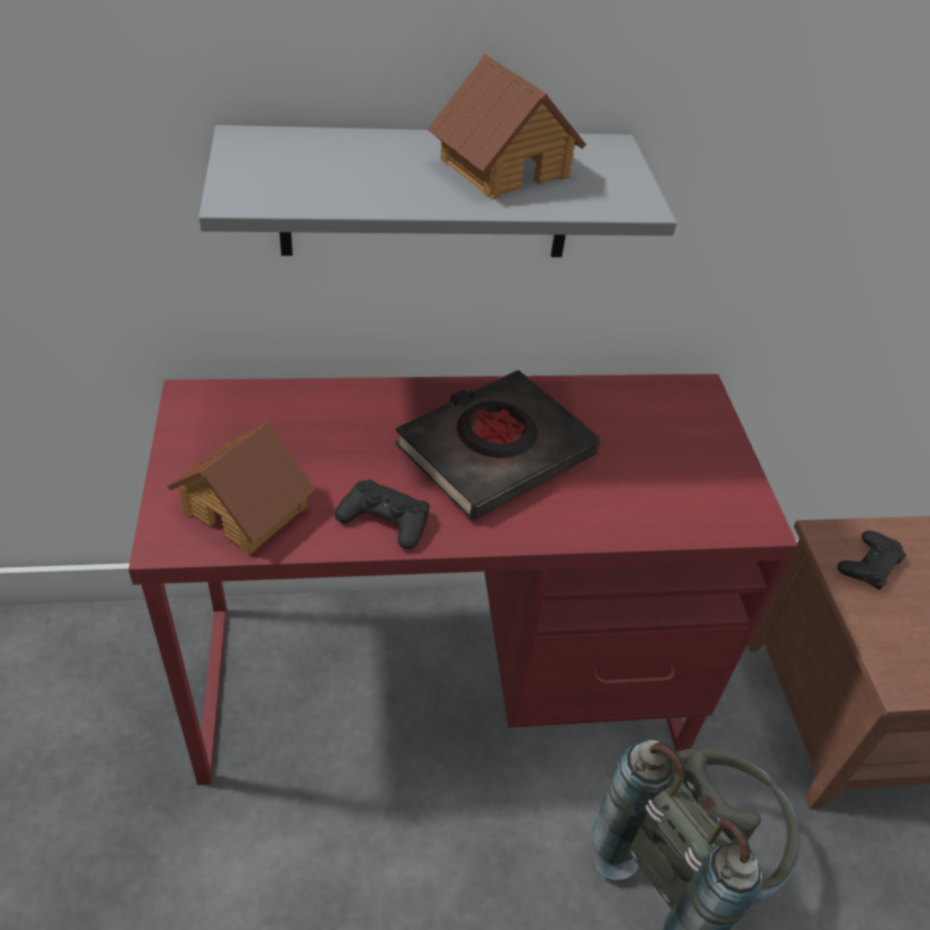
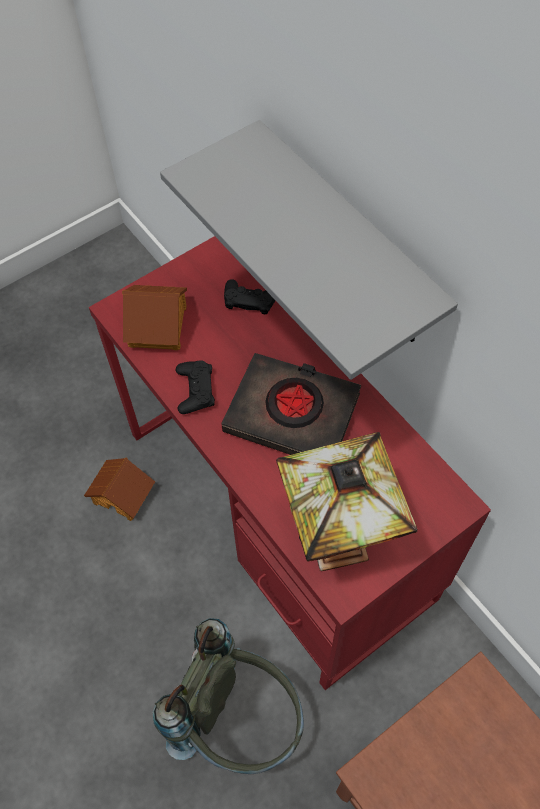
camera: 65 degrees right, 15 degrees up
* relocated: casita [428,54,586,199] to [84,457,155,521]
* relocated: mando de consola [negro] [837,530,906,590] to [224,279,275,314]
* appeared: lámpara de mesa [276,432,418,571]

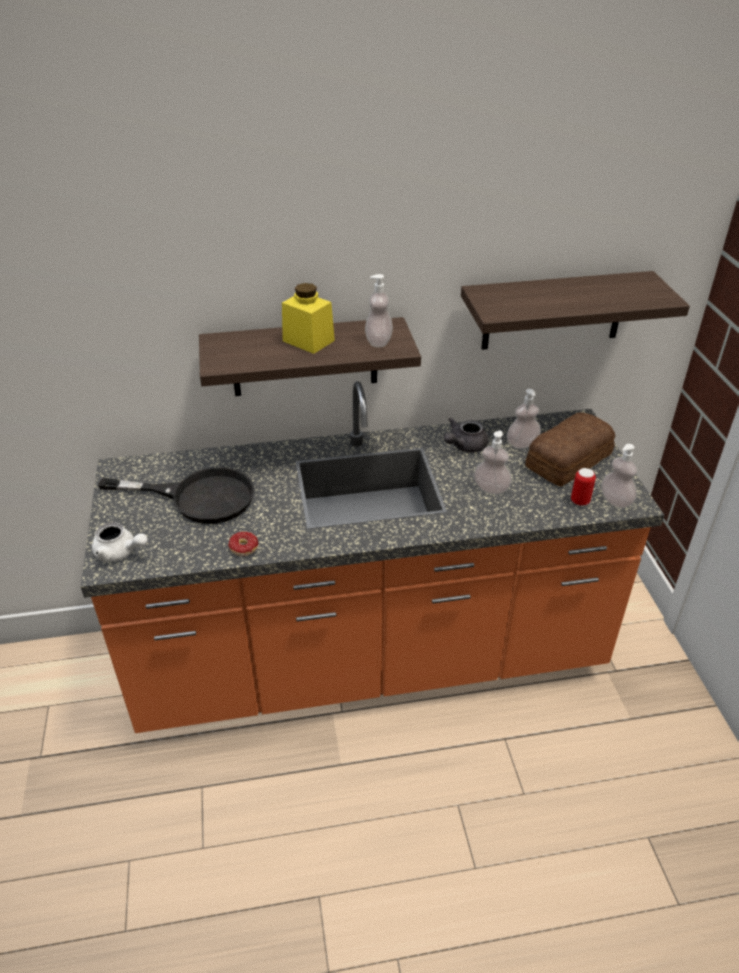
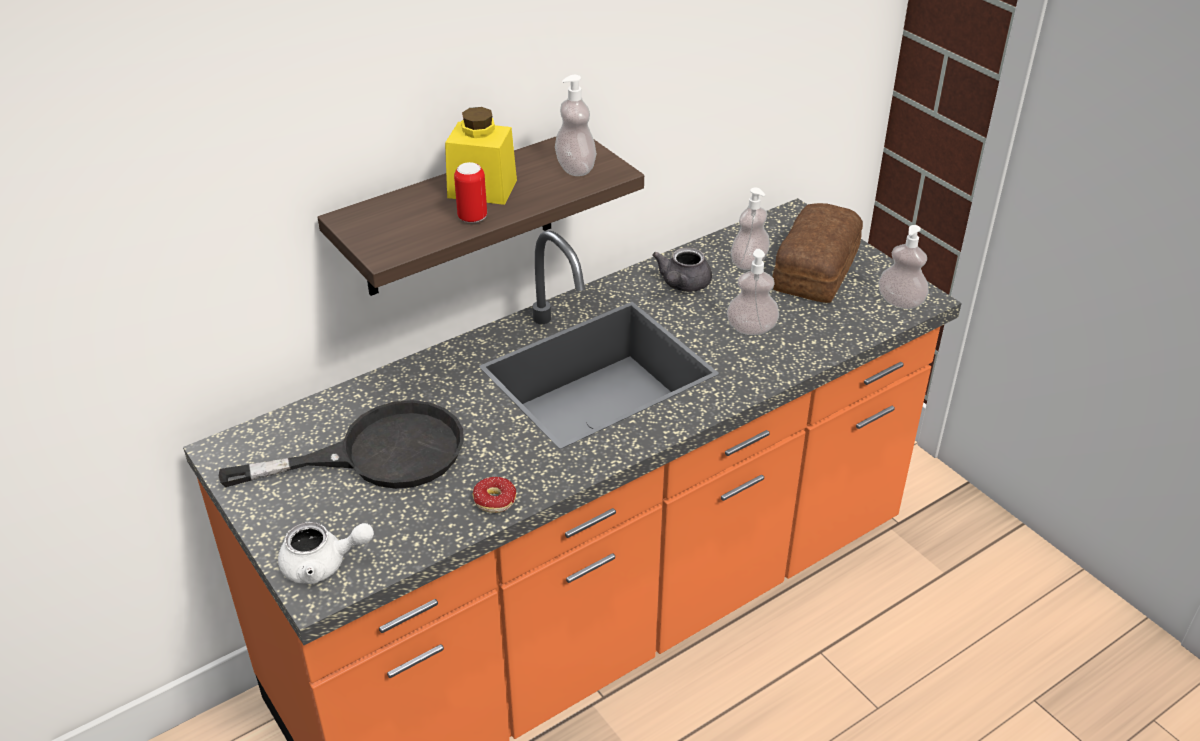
camera: 25 degrees left, 0 degrees up
* relocated: lata [571,468,596,506] to [454,162,487,223]
* missing: estante [461,271,690,350]

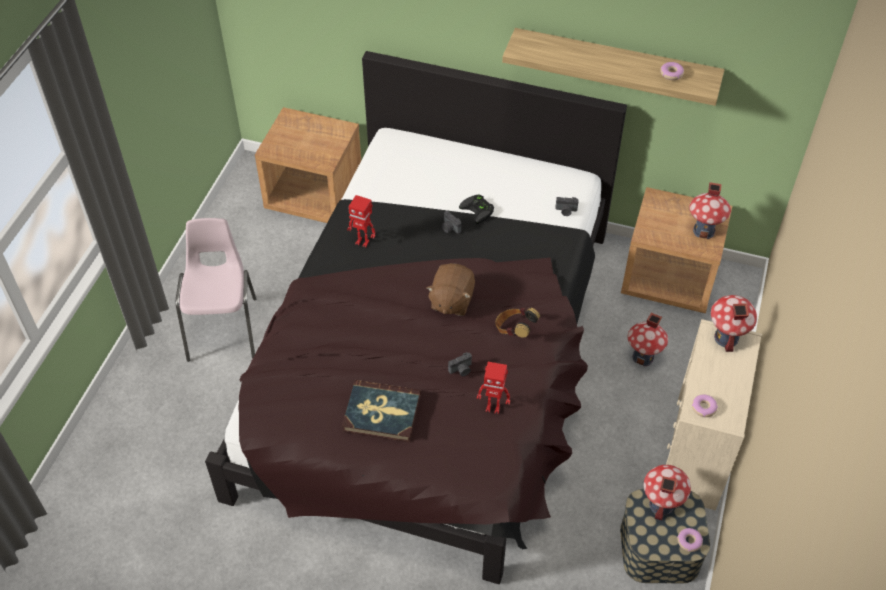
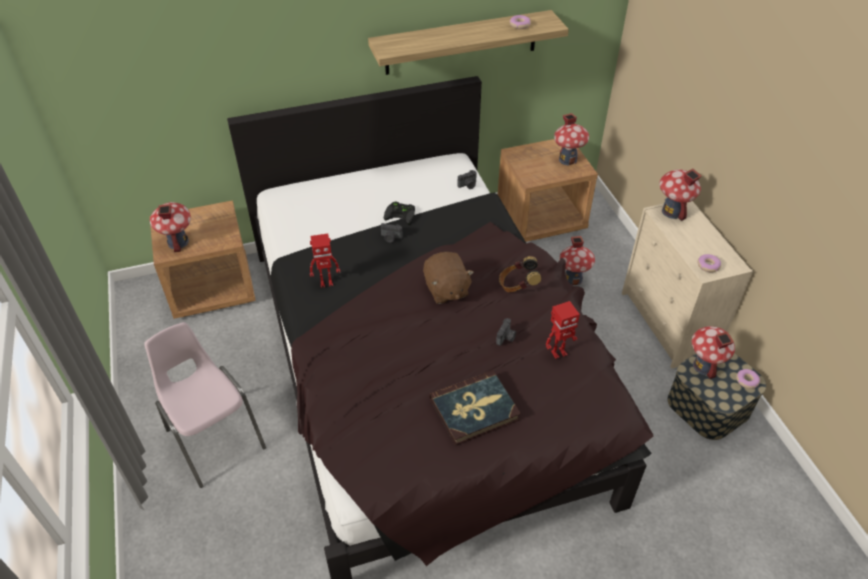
camera: 35 degrees left, 5 degrees down
* appeared: casita [150,202,191,252]

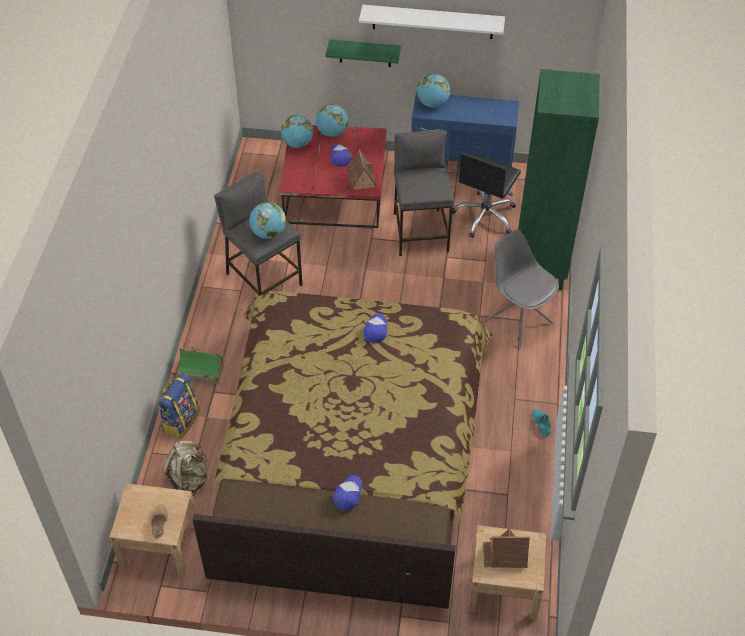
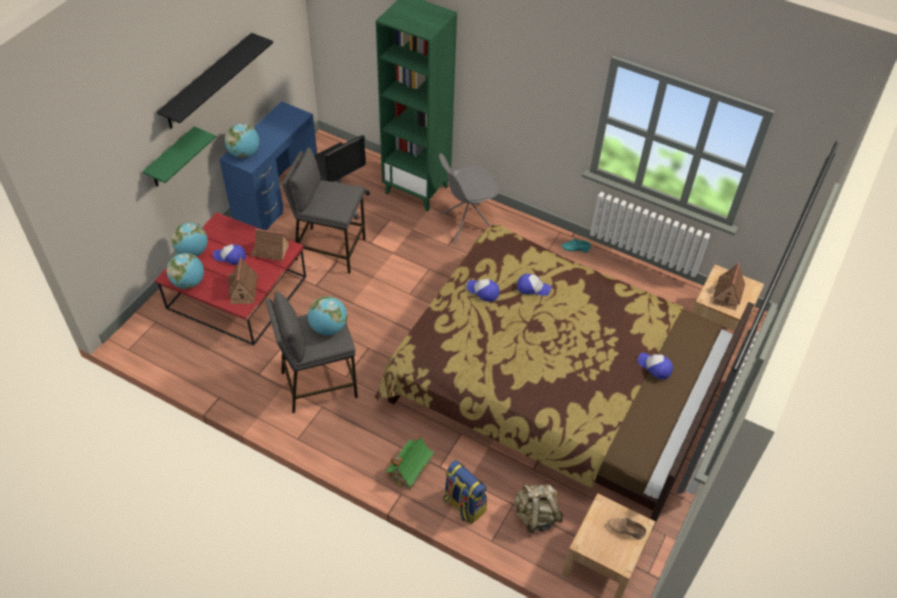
camera: 70 degrees left, 0 degrees up
* colour: estante [blanco] [359,5,505,39] to estante [negro] [157,33,273,129]
* appeared: casita [228,257,258,304]
* appeared: gorra [517,274,551,296]

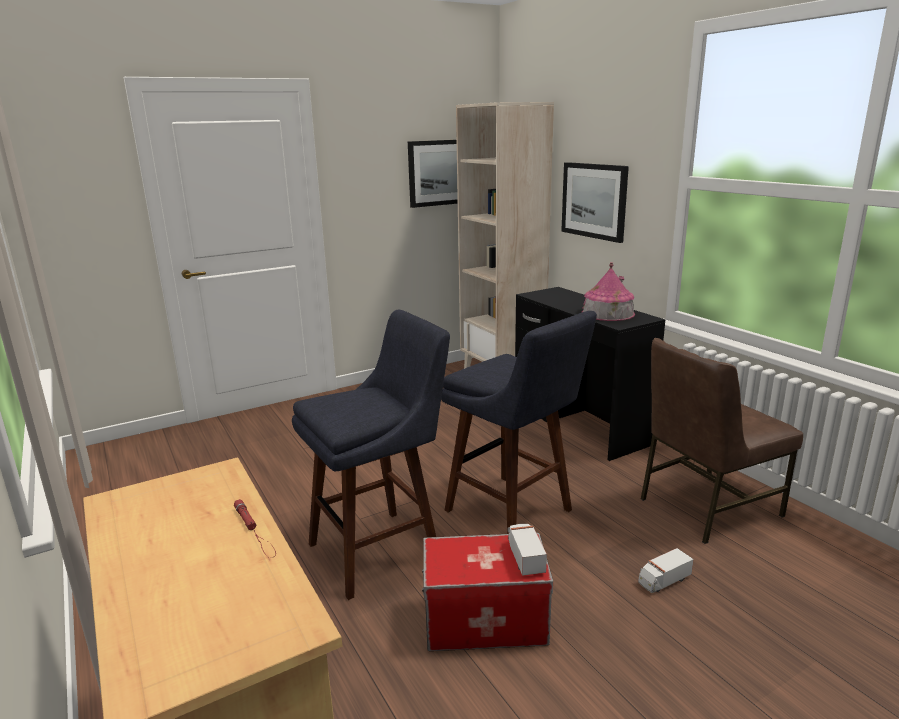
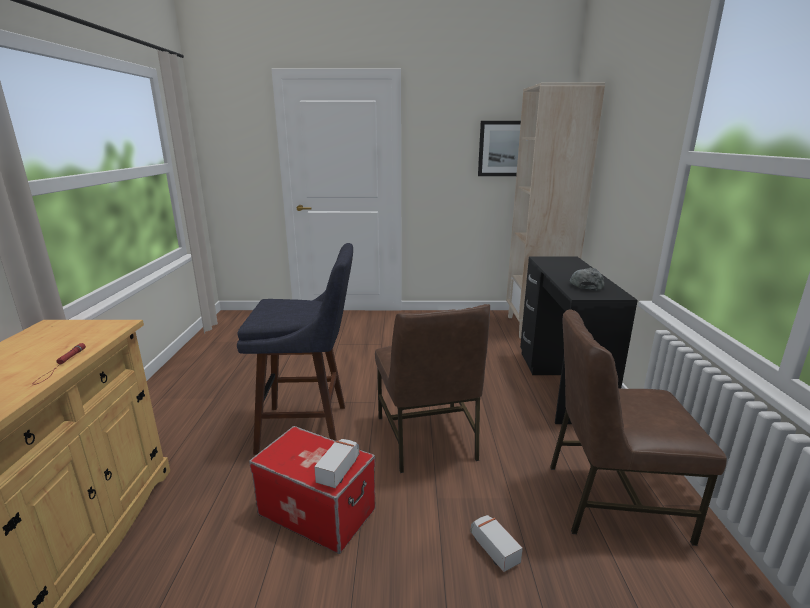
camera: 30 degrees right, 0 degrees up
* exchanged: taburete [azul] [441,311,597,534] to silla [marrón] [375,304,490,473]
* spun: camión de juguete [638,548,694,593] = [470,515,523,572] 60 degrees clockwise
* exchanged: casita [582,262,635,321] to gorra [gris] [570,268,604,291]
* missing: cuadro [561,162,629,243]

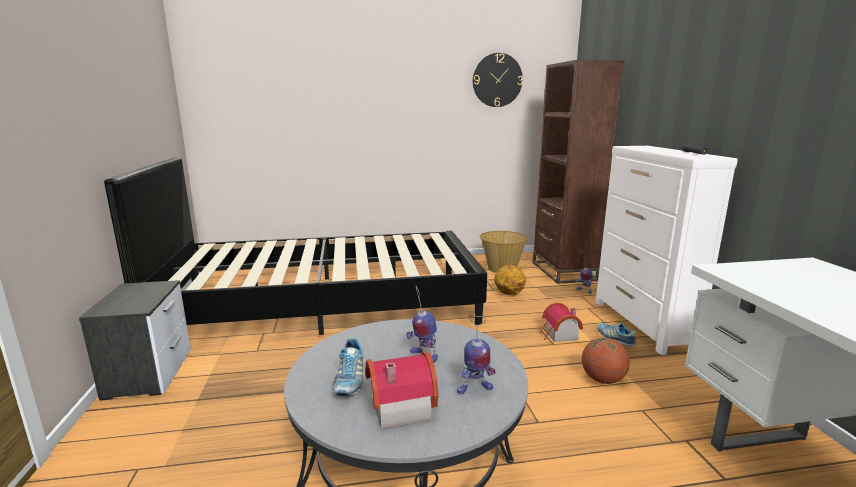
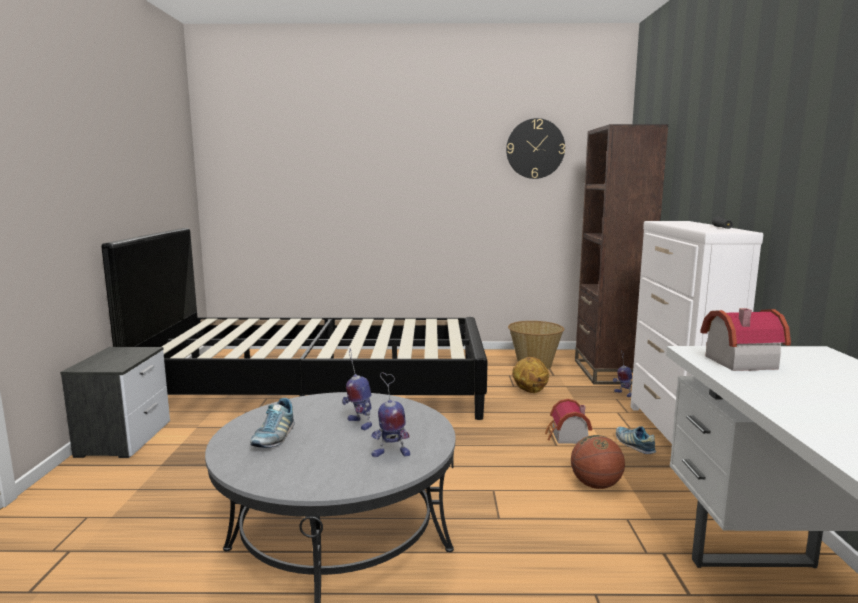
camera: 10 degrees right, 5 degrees down
* relocated: casita [365,351,439,429] to [700,308,791,371]

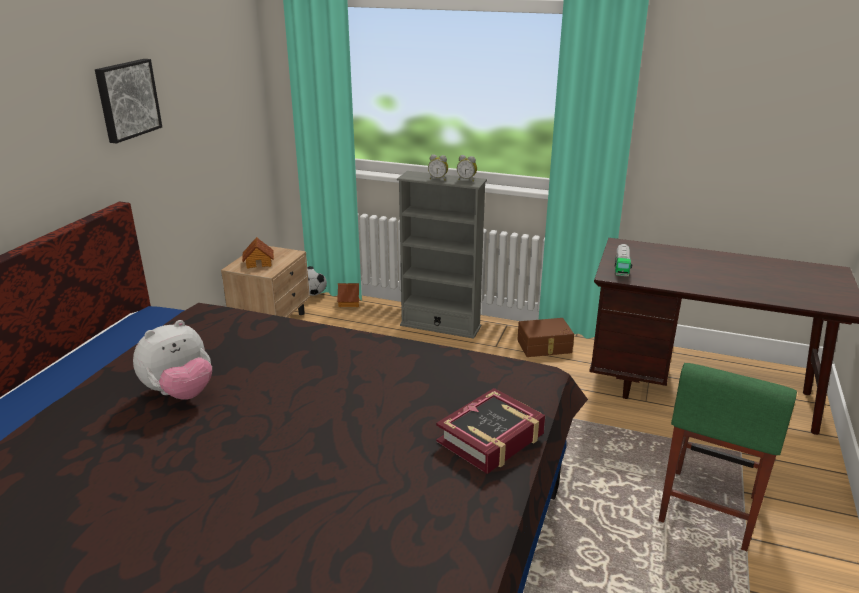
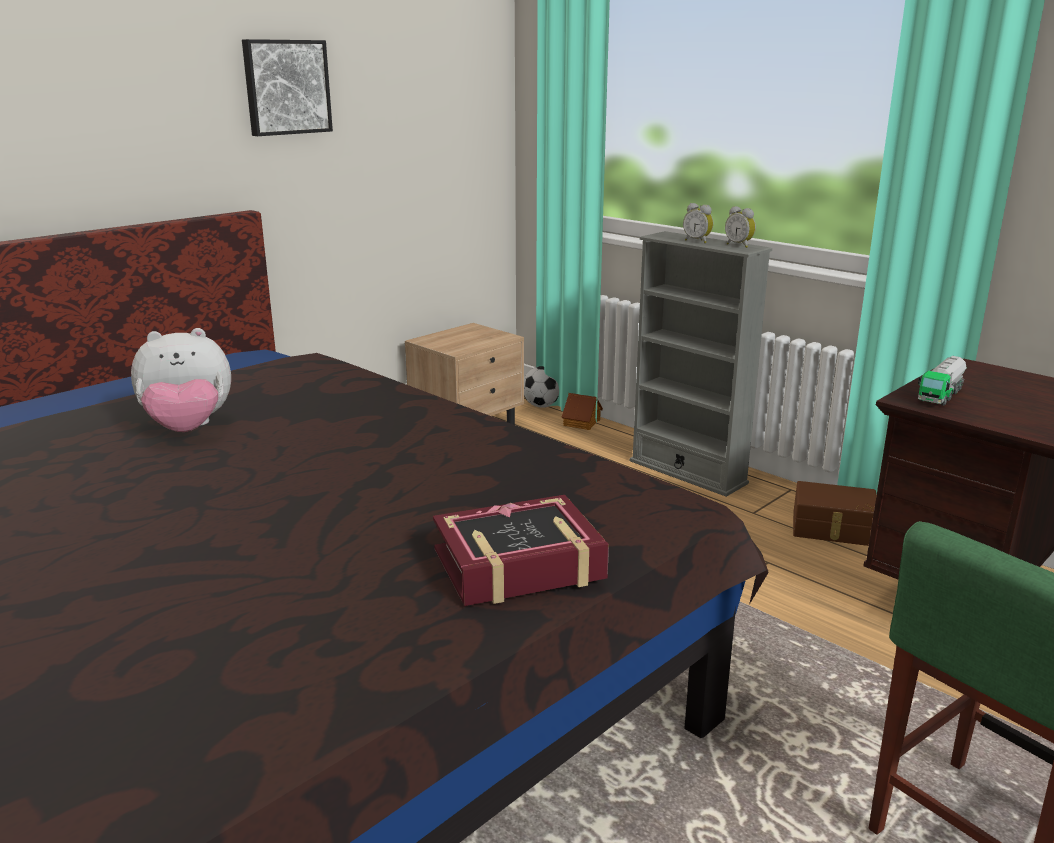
camera: 25 degrees right, 5 degrees down
* missing: casita [242,237,274,268]

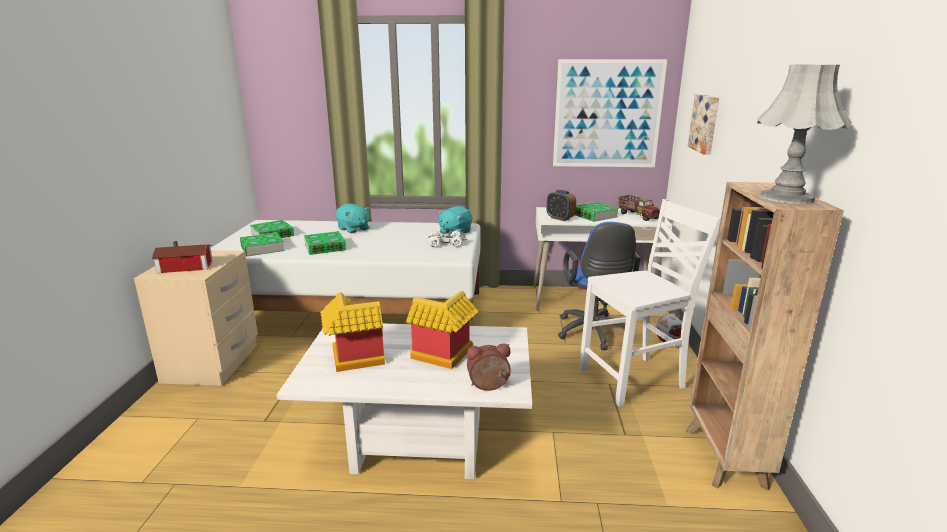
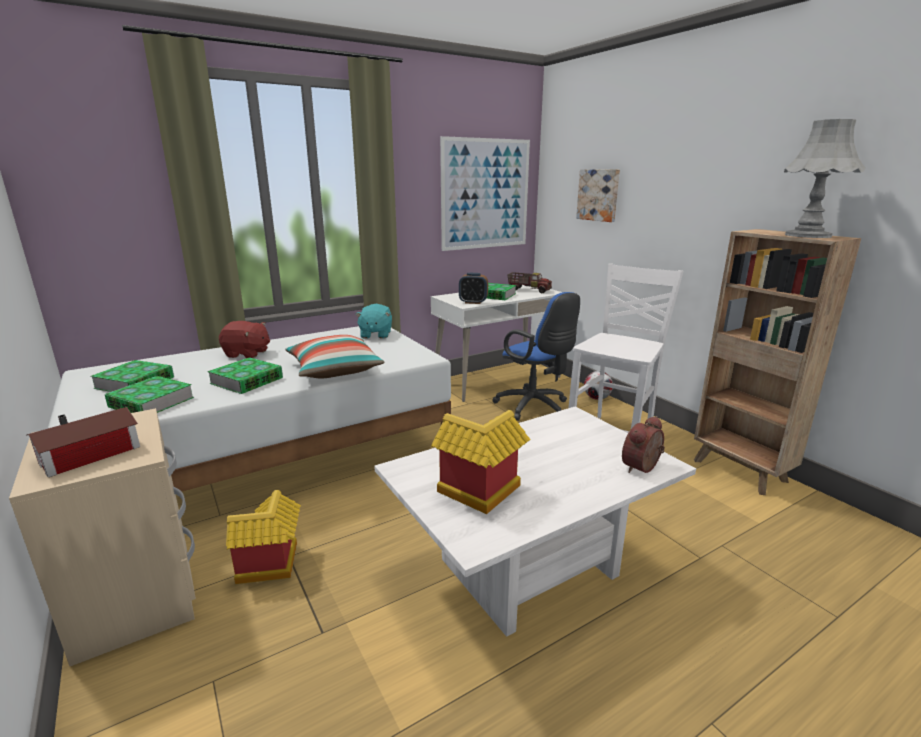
camera: 35 degrees left, 0 degrees up
* colour: peluche [turquesa] [336,204,370,233] to peluche [rojo] [219,321,270,358]
* relocated: casita [406,291,479,369] to [226,490,301,584]
* appeared: cojín [285,335,385,379]
* missing: coche de juguete [blanco] [428,230,467,247]

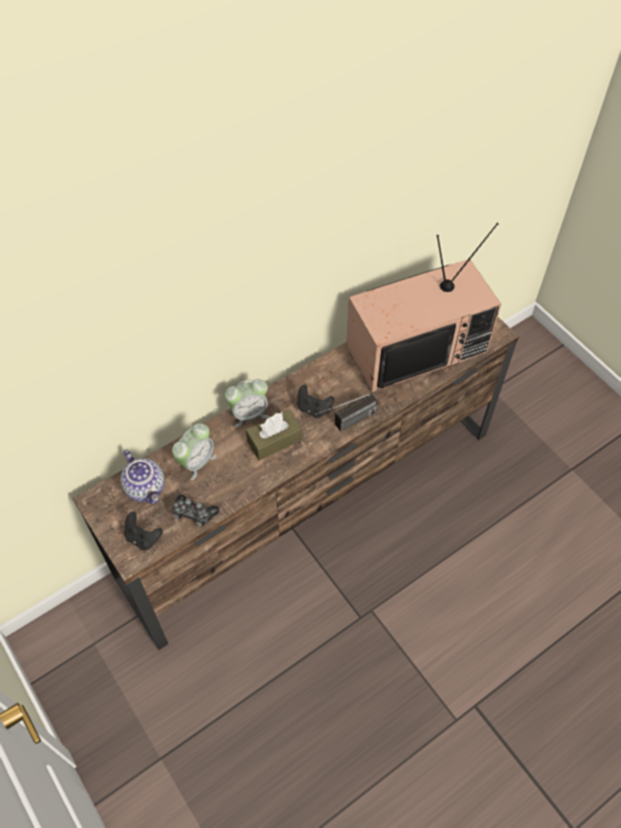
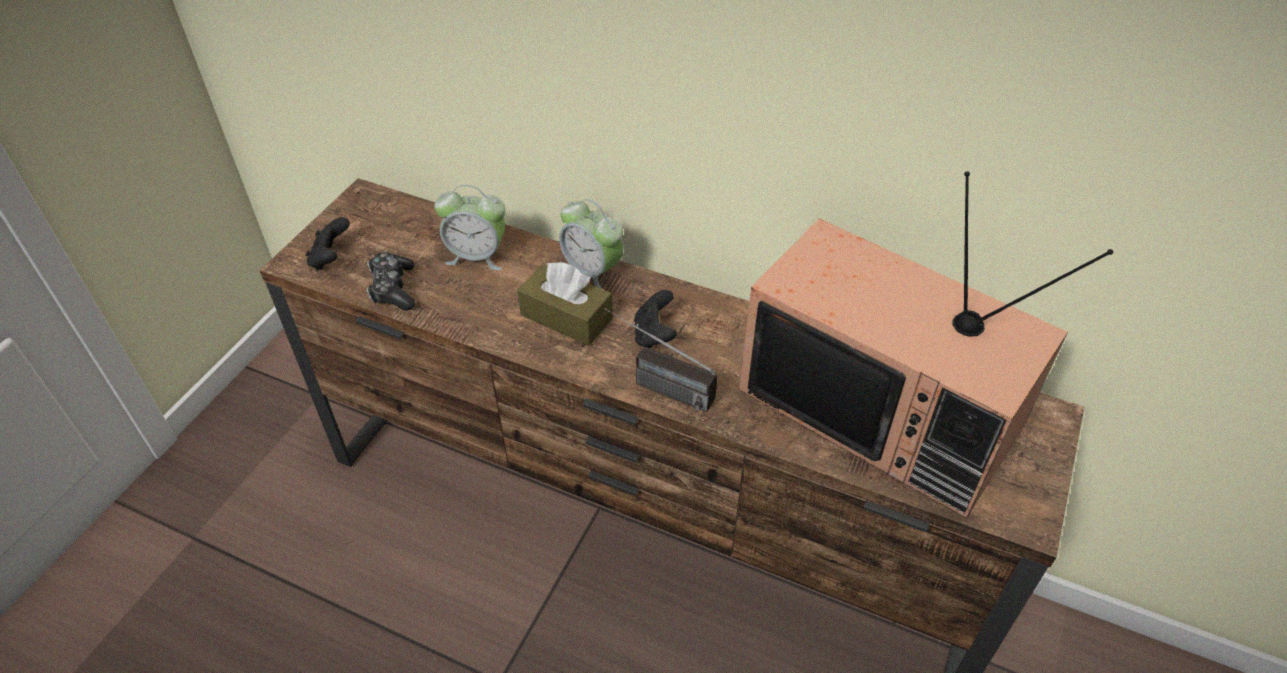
camera: 60 degrees right, 10 degrees down
* missing: tetera [121,450,165,504]

